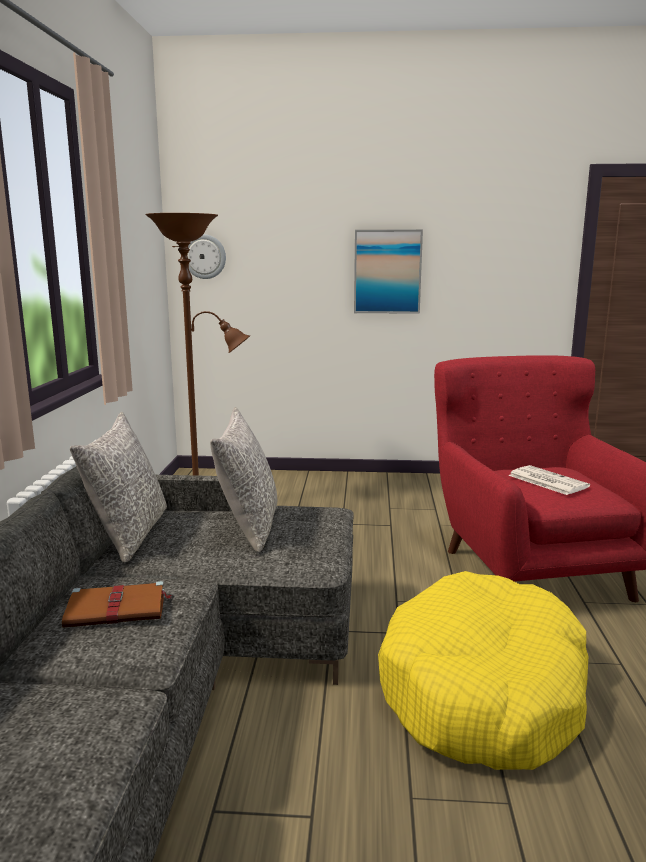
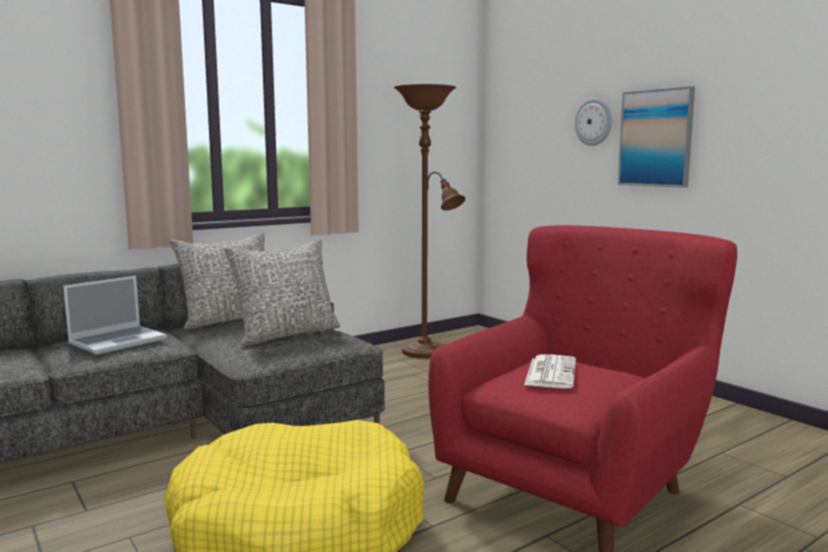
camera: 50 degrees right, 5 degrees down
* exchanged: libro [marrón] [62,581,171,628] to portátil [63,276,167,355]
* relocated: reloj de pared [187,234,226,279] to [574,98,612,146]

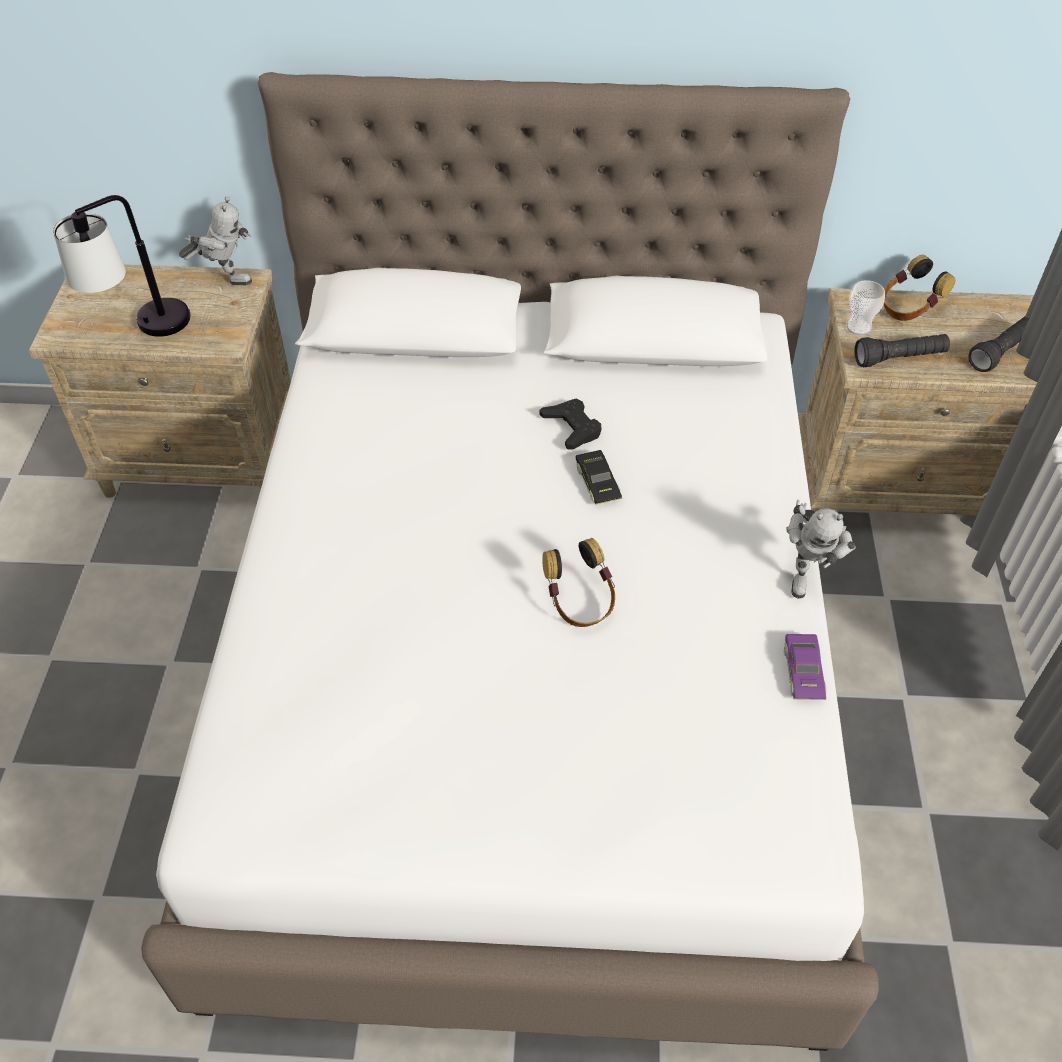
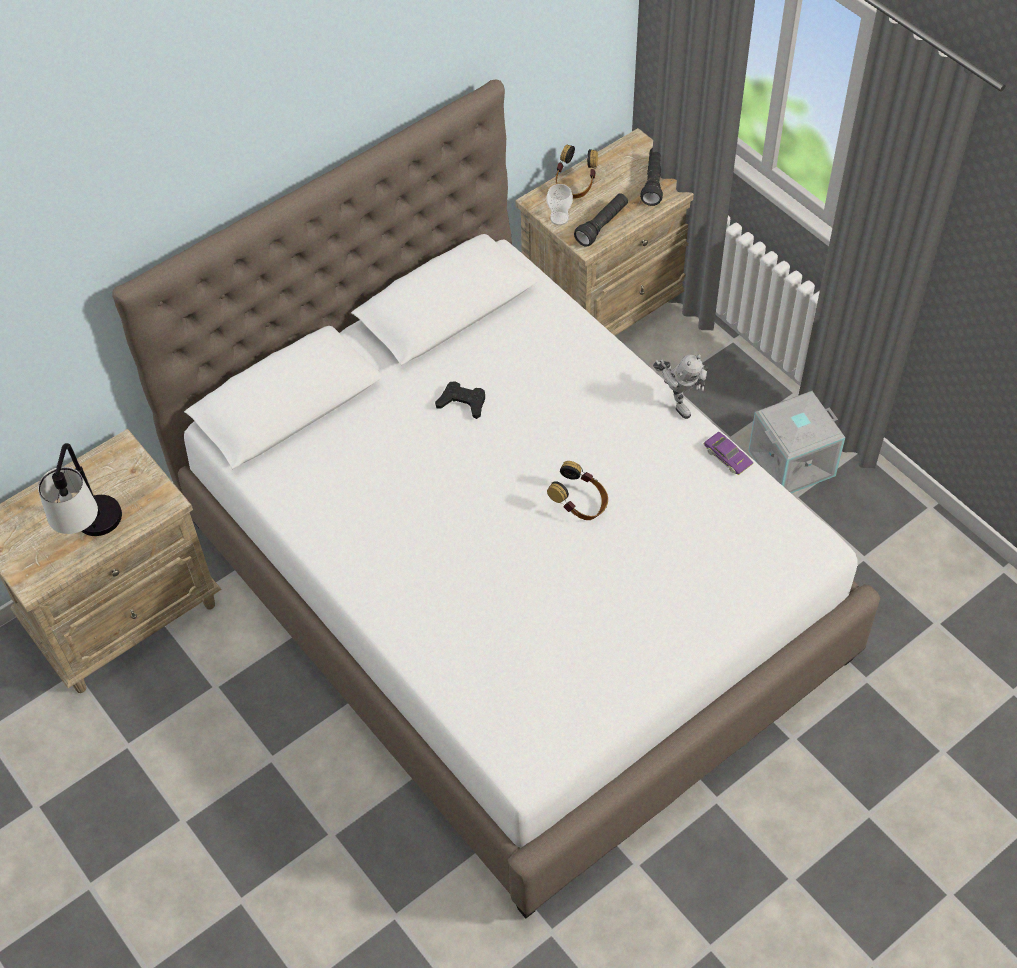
camera: 40 degrees left, 5 degrees up
* appeared: caja de almacenaje [gris] [748,391,845,493]
* missing: robot de juguete [179,196,252,285]
* missing: coche de juguete [negro] [575,450,622,505]

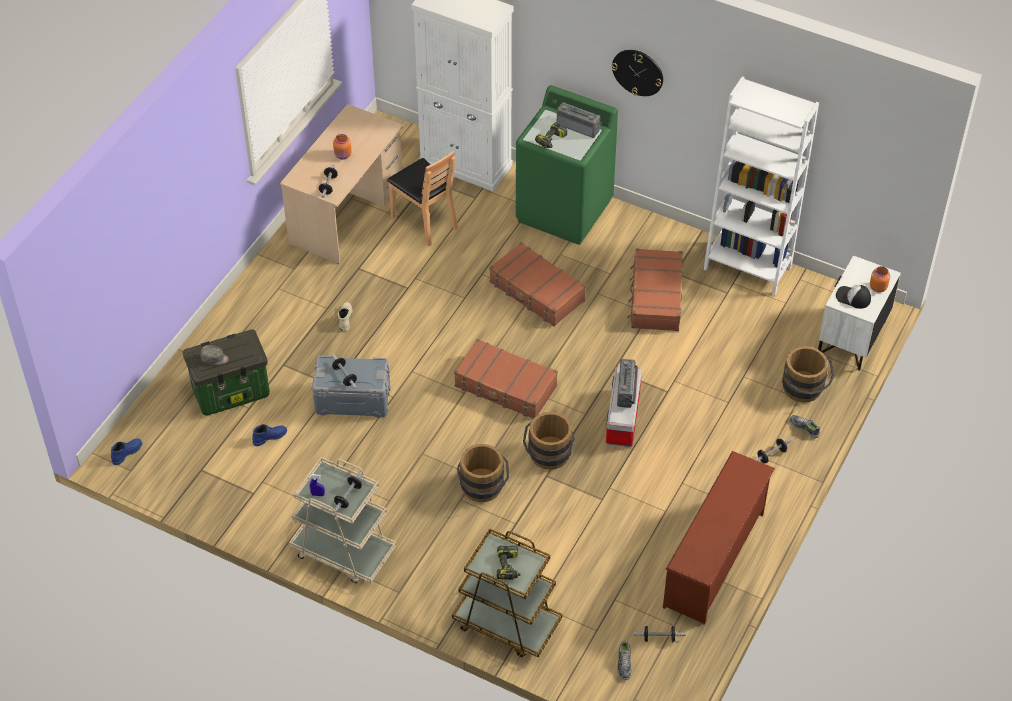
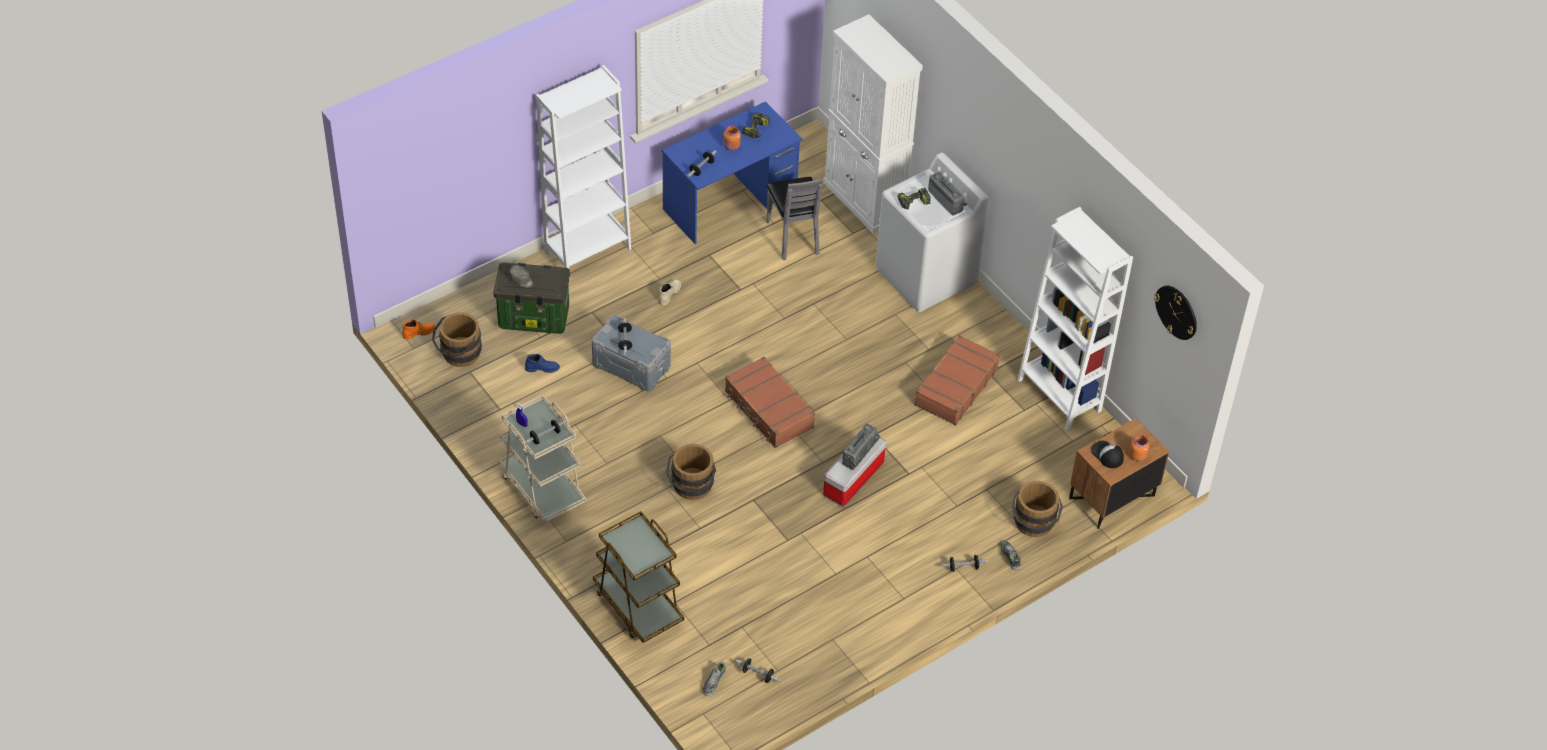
camera: 25 degrees right, 0 degrees up
* colour: bota [azul] [111,438,142,465] to bota [naranja] [402,320,436,340]
* relocated: cubo [marrón] [523,412,575,470] to [432,313,482,367]
* appeared: estantería [blanco] [536,65,631,279]
* colour: escritorio [beis] [280,104,403,264] to escritorio [azul] [662,102,803,244]
* relocated: taladro [496,546,520,580] to [742,112,770,138]
* colour: silla [marrón] [387,151,458,247] to silla [gris] [767,177,823,260]
* colour: lavadora [verde] [516,85,618,245] to lavadora [blanco] [876,152,988,312]
* colour: mesita de noche [blanco] [818,256,901,371] to mesita de noche [marrón] [1069,418,1169,529]
* relocated: reloj de pared [612,50,663,96] to [1154,286,1197,340]
* missing: maleta [marrón] [490,242,586,326]
* missing: zapatero [marrón] [663,451,775,624]

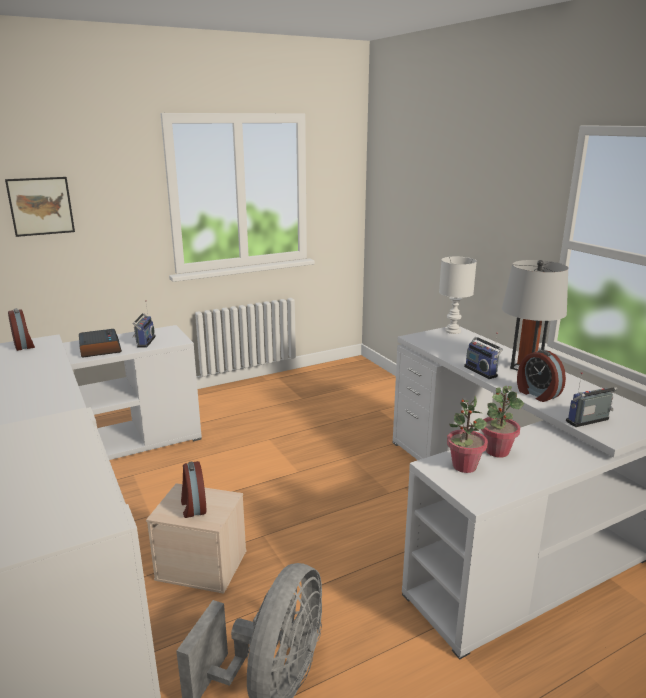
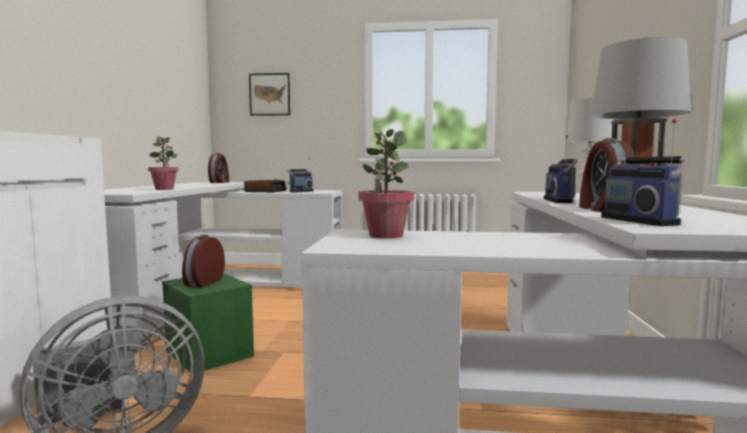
camera: 35 degrees right, 15 degrees down
* relocated: planta en maceta [481,386,524,458] to [148,136,178,190]
* colour: caja de almacenaje [beis] [146,483,246,594] to caja de almacenaje [verde] [162,273,254,374]
* spun: radio [566,372,618,427] = [601,119,690,226] 120 degrees counterclockwise

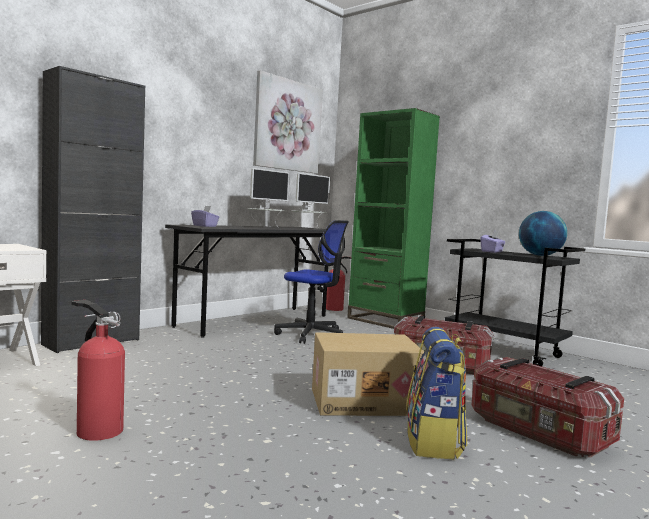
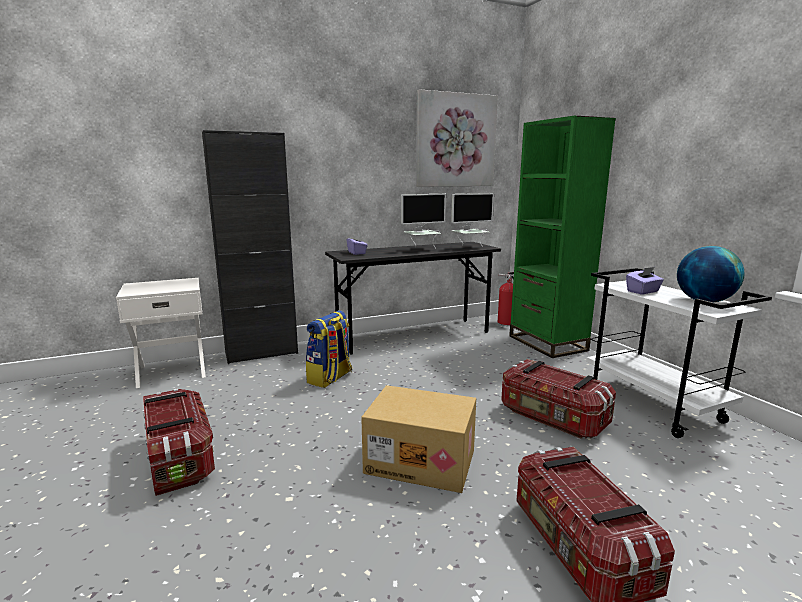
camera: 25 degrees right, 10 degrees up
* exchanged: extintor [71,300,125,441] to caja de almacenaje [143,388,215,496]
* relocated: mochila [406,327,467,459] to [306,310,352,388]
* colour: carrito [negro] [445,239,585,366] to carrito [blanco] [586,268,772,438]
* missing: silla de oficina [274,220,349,344]

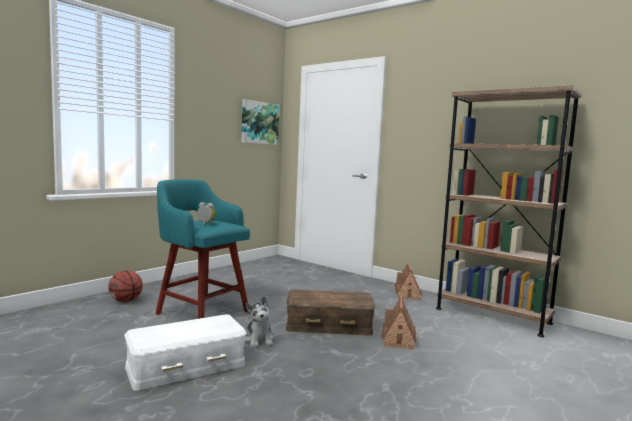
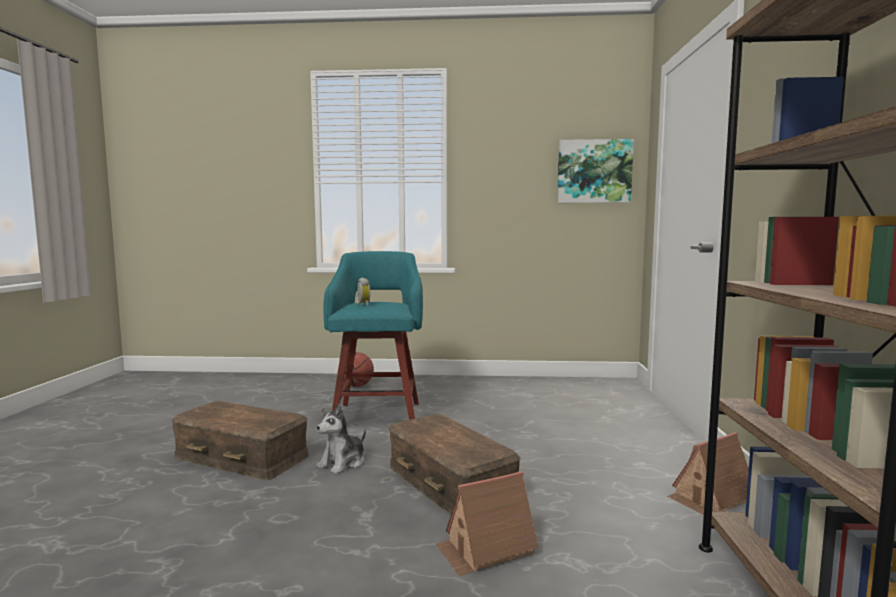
camera: 55 degrees right, 0 degrees up
* colour: caja de almacenaje [blanco] [124,315,247,391] to caja de almacenaje [marrón] [172,401,309,480]

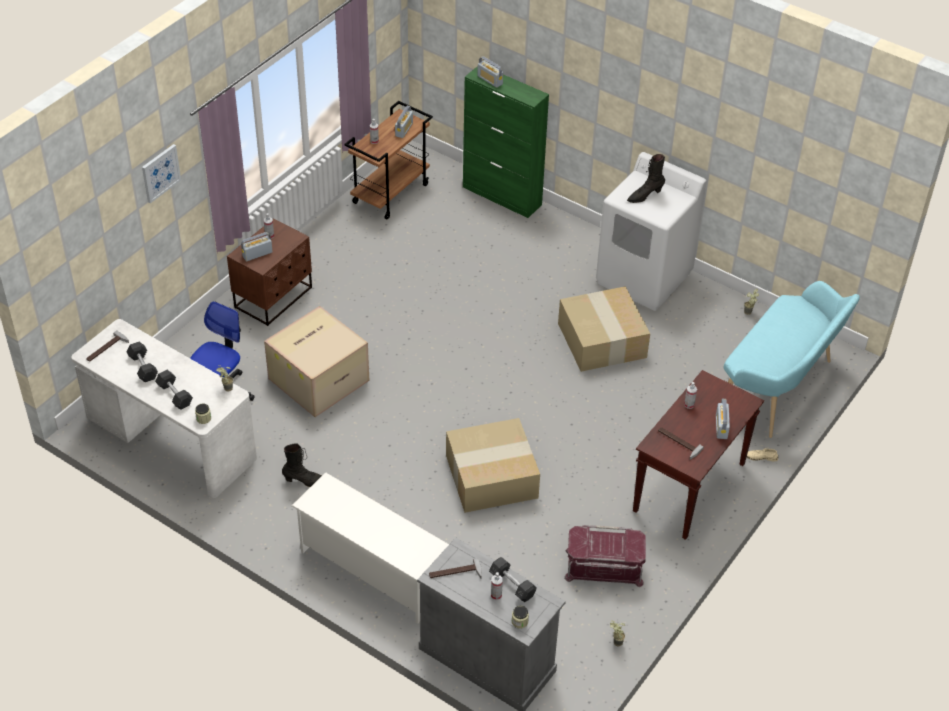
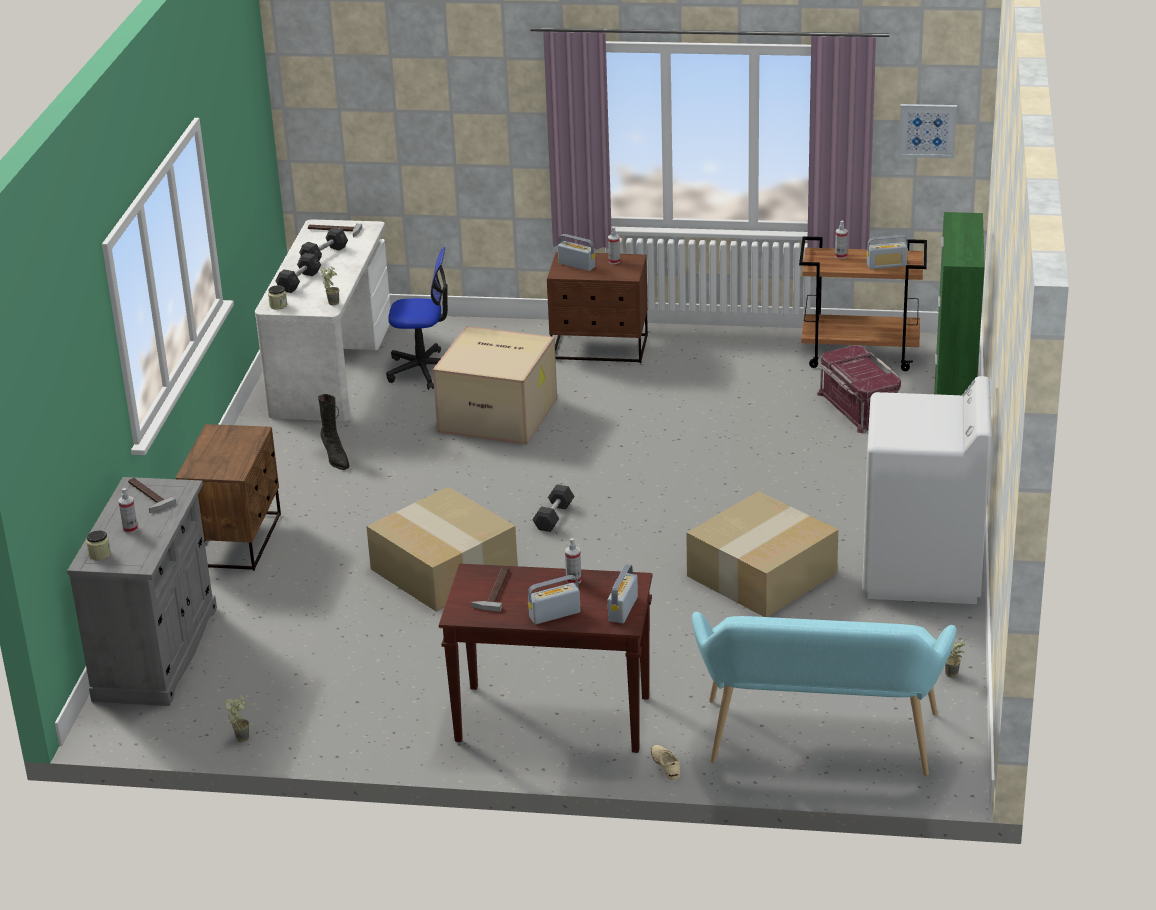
camera: 65 degrees right, 15 degrees down
* exchanged: zapatero [blanco] [292,472,449,624] to mesita de noche [marrón] [175,424,281,571]
* relocated: mancuerna [gris] [489,557,537,602] to [532,484,575,532]
* relocated: radio [477,56,503,88] to [608,564,638,624]
* relocated: caja de almacenaje [rojo] [564,525,646,587] to [817,345,901,433]
* relocated: cuadro [142,144,181,203] to [898,104,957,158]
* missing: bota [negro] [627,154,665,203]

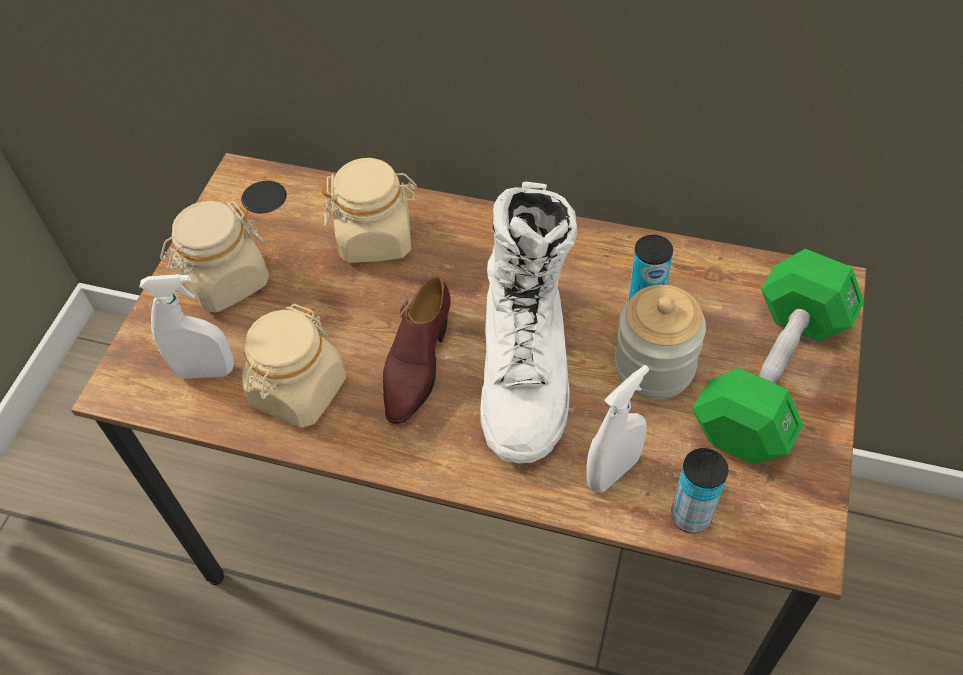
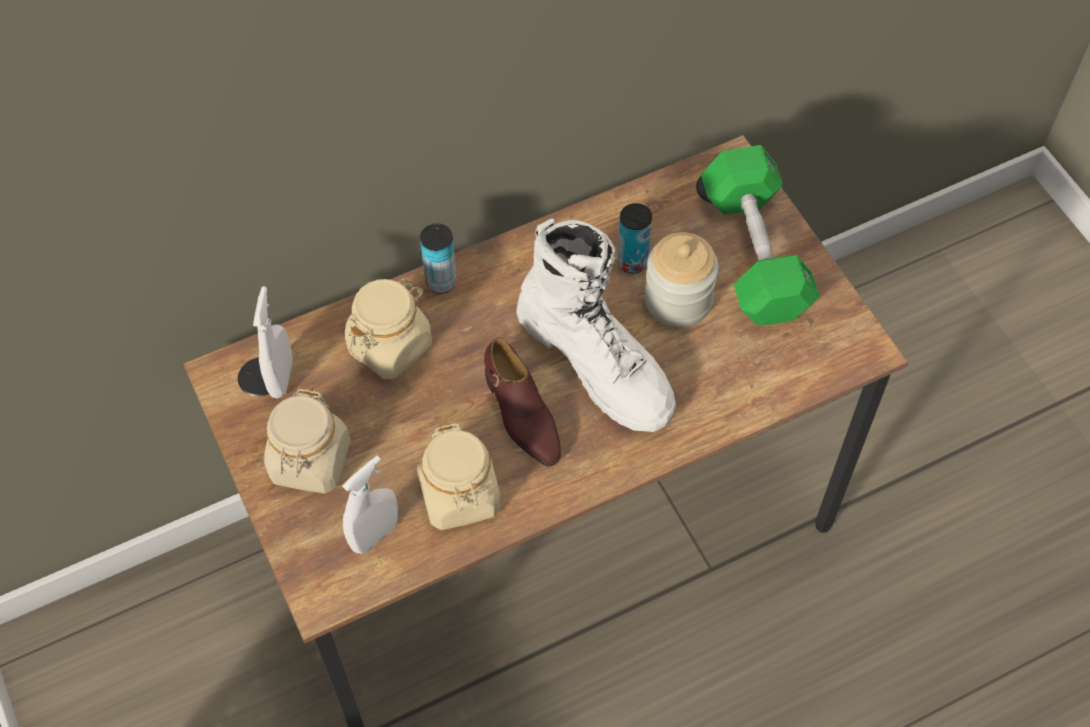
camera: 45 degrees left, 5 degrees up
* relocated: pulverizador [blanco] [586,365,649,493] to [253,286,293,398]
* relocated: lata [671,448,728,533] to [420,224,457,294]

